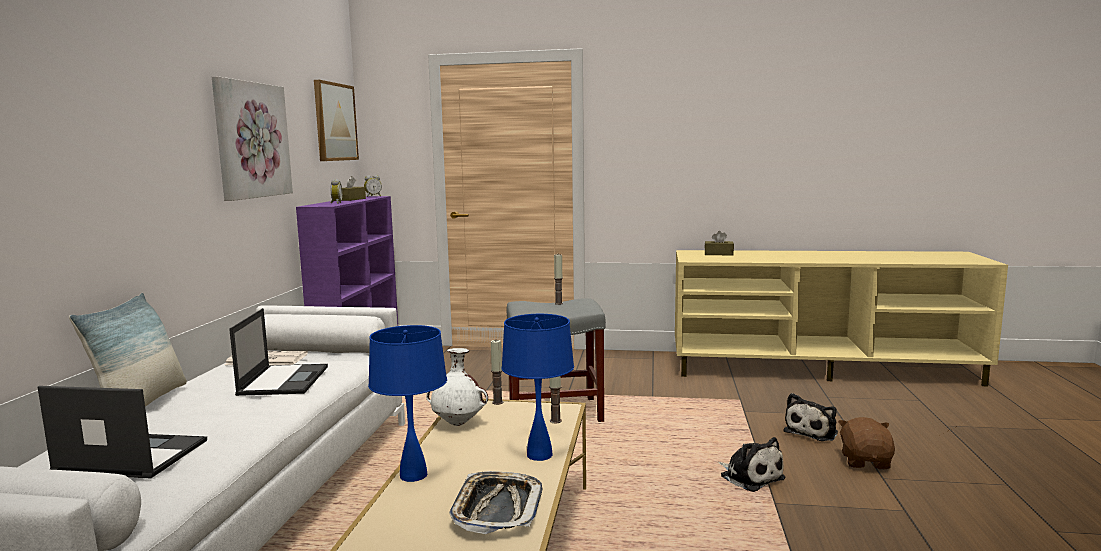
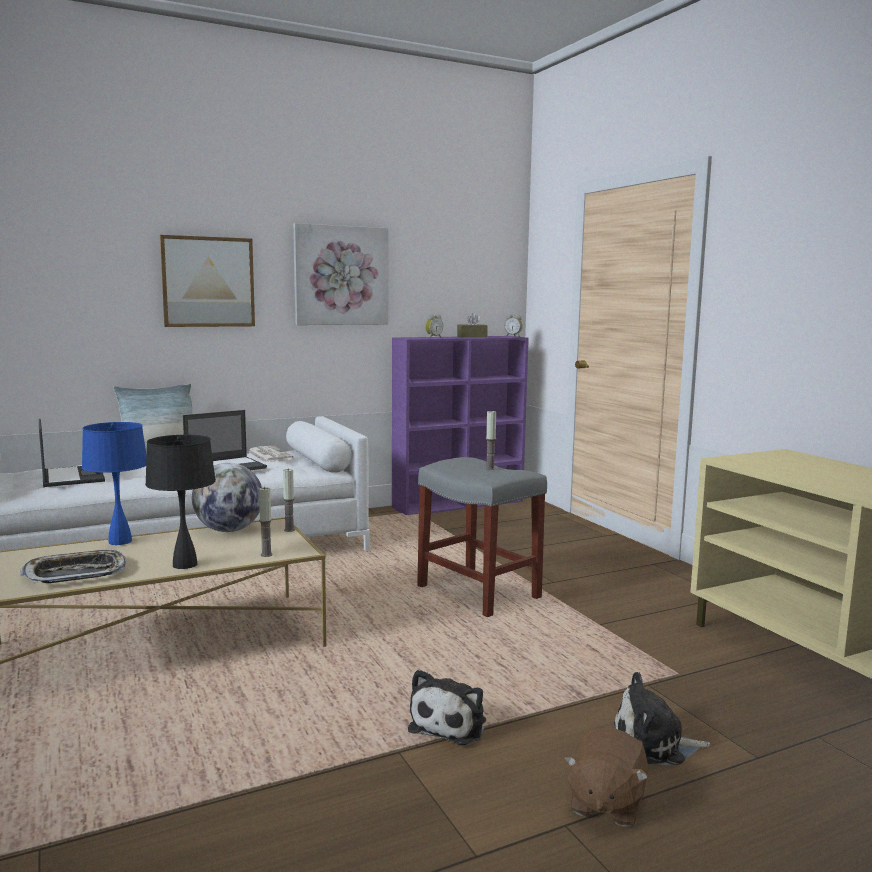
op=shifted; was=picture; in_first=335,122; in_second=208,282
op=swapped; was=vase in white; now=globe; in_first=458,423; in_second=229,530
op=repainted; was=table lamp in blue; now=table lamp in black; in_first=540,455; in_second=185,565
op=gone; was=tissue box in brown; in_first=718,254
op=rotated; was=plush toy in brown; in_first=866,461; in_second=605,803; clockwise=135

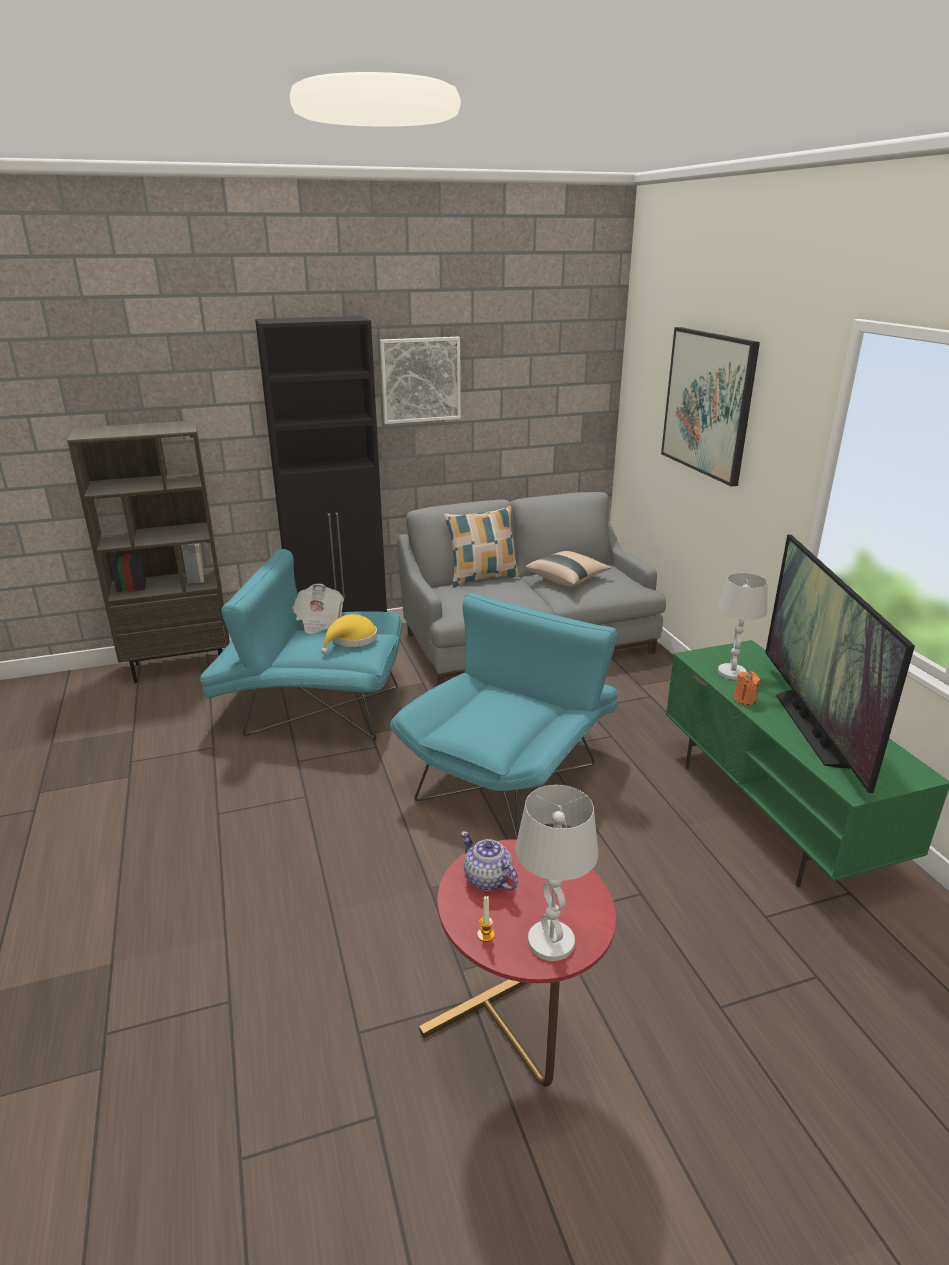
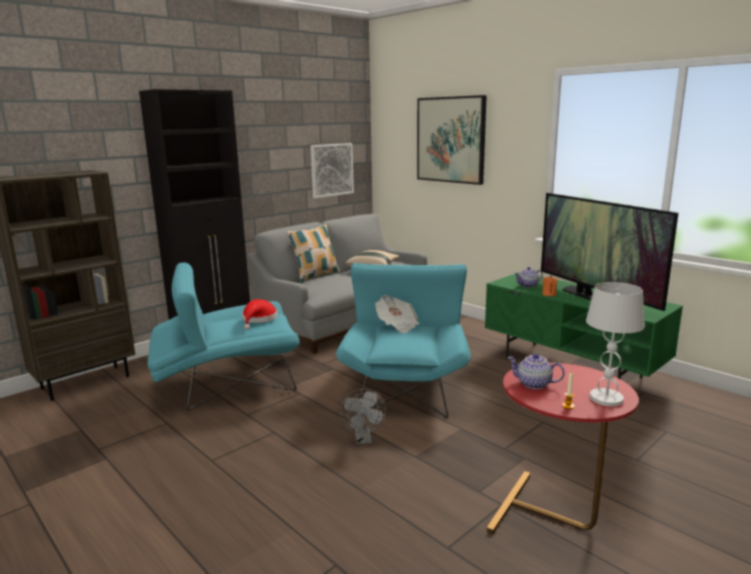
op=shifted; was=newspaper; in_first=319,622; in_second=397,325
op=repainted; was=hat in yellow; now=hat in red; in_first=352,640; in_second=259,319
op=shifted; was=picture; in_first=420,380; in_second=331,170
op=swapped; was=table lamp in white; now=teapot; in_first=732,673; in_second=528,285
op=new; now=fan in grey; in_second=364,439

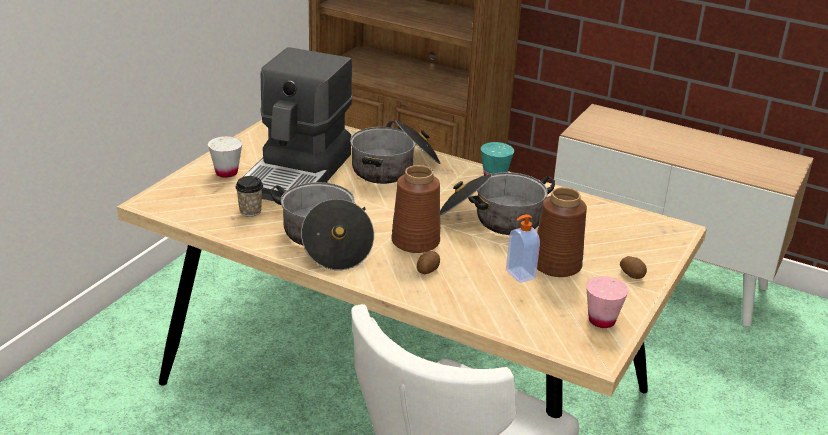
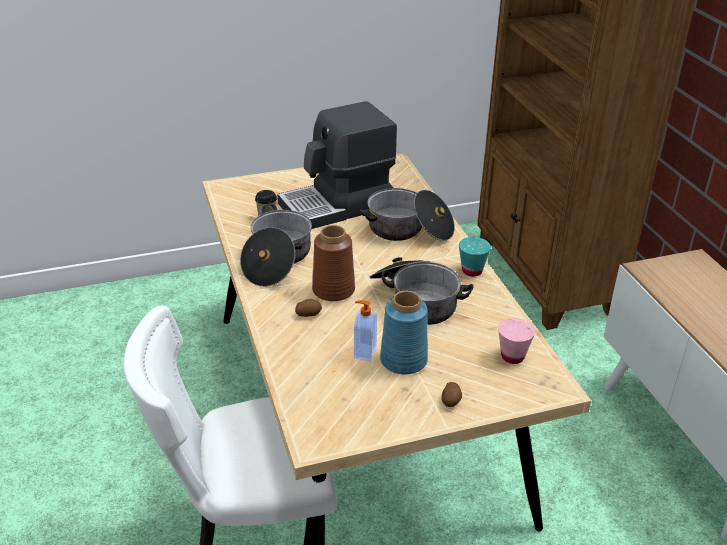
op=gone; was=cup in white; in_first=226,173
op=repainted; was=vase in brown; now=vase in blue; in_first=556,266; in_second=403,361
op=shifted; was=cup in pink; in_first=601,321; in_second=512,356

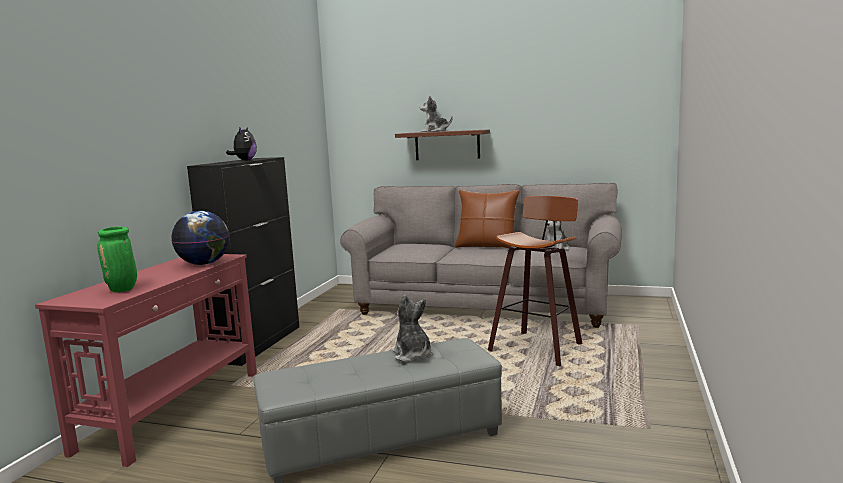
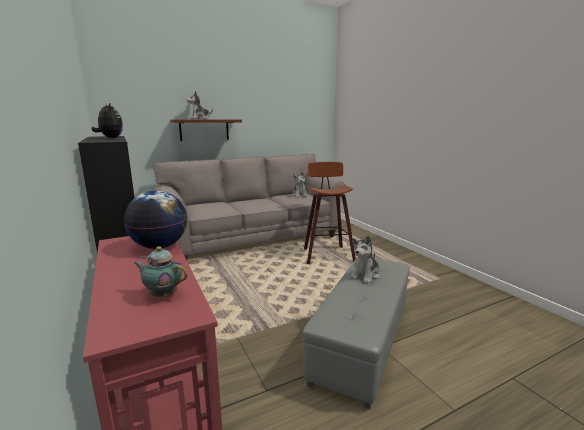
op=swapped; was=vase in green; now=teapot; in_first=123,290; in_second=163,295
op=rotated; was=plush toy; in_first=413,355; in_second=365,275; clockwise=-75
op=gone; was=pillow in brown; in_first=487,246

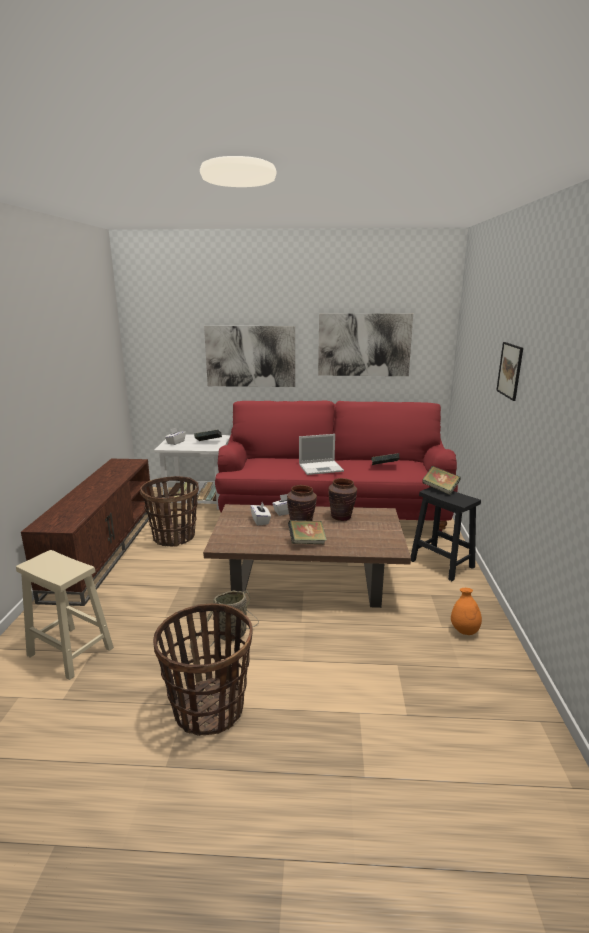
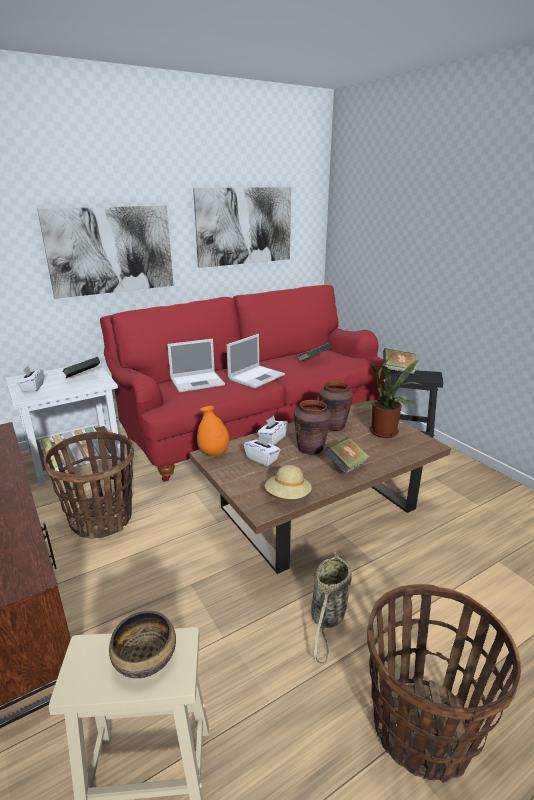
op=shifted; was=vase in orange; in_first=464,631; in_second=214,453
op=gone; was=picture; in_first=510,370
op=new; now=bowl; in_second=146,657
op=new; now=laptop; in_second=198,381
op=new; now=hat in beige; in_second=288,496
op=new; now=potted plant; in_second=386,433

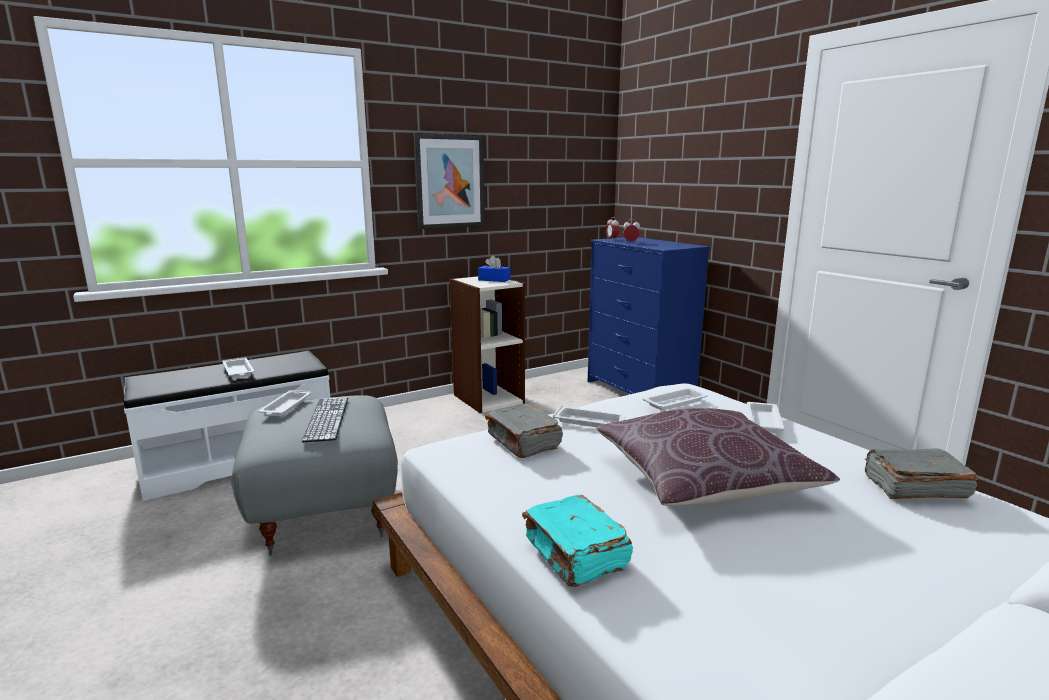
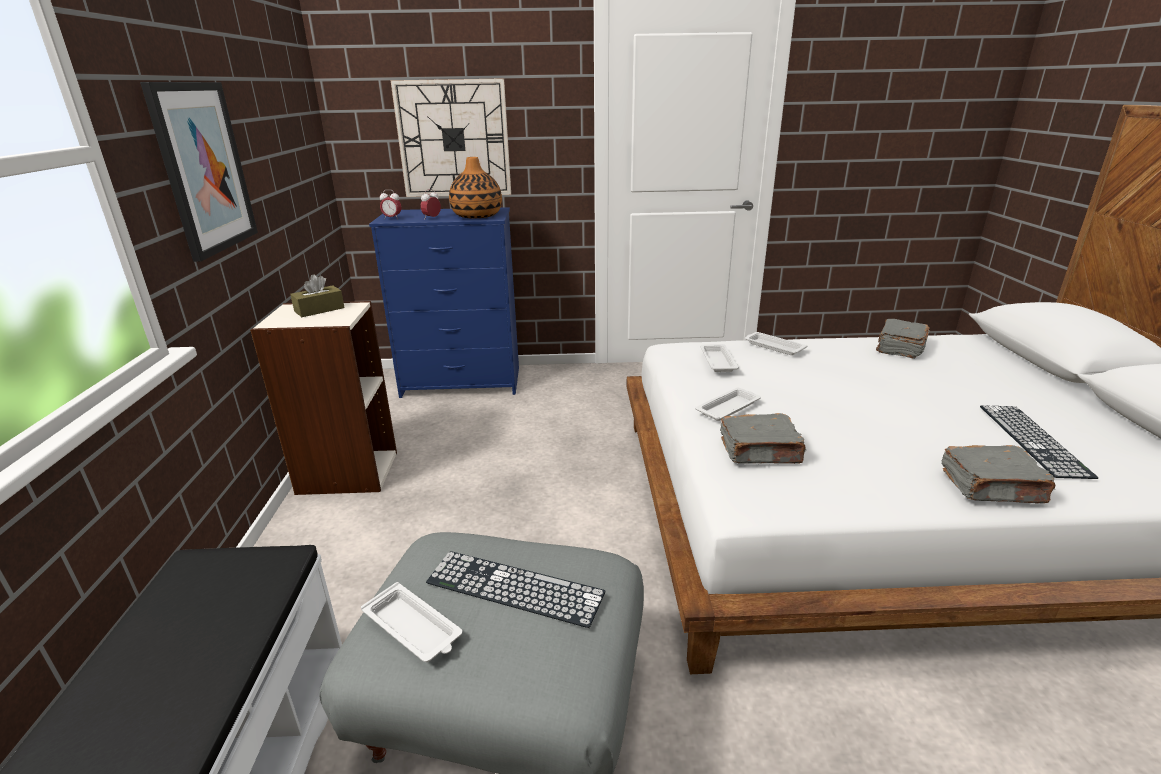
op=gone; was=tray in white; in_first=238,371
op=repainted; was=tissue box in blue; now=tissue box in brown; in_first=494,280; in_second=319,310
op=repainted; was=book in turquoise; now=book in grey; in_first=575,555; in_second=992,488
op=gone; was=pillow in brown; in_first=704,480
op=new; now=wall clock; in_second=453,139
op=new; now=vase; in_second=477,216
op=new; now=keyboard; in_second=1033,439

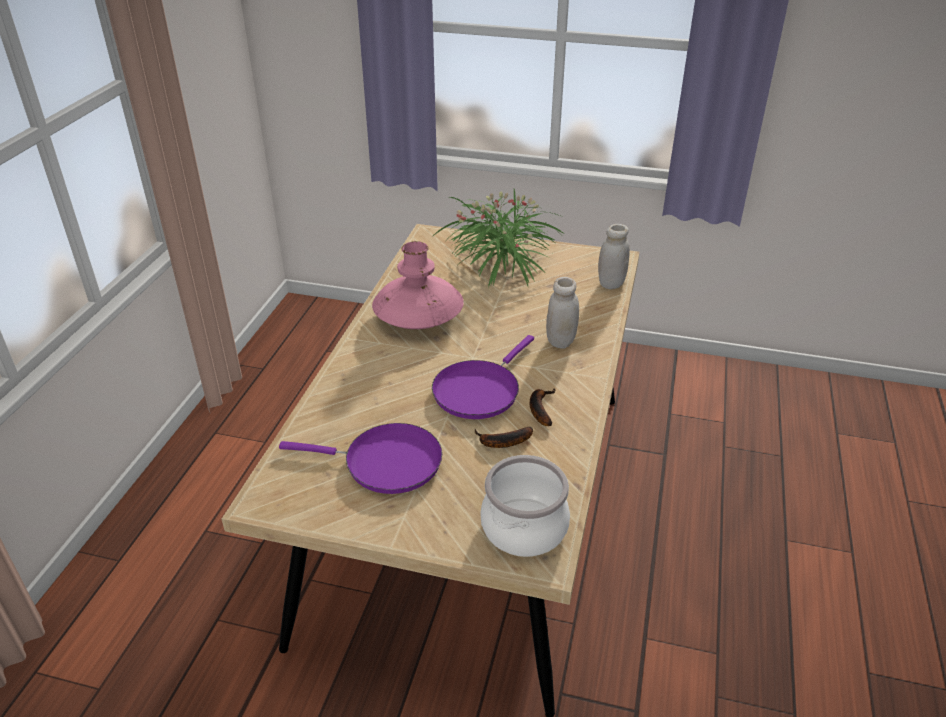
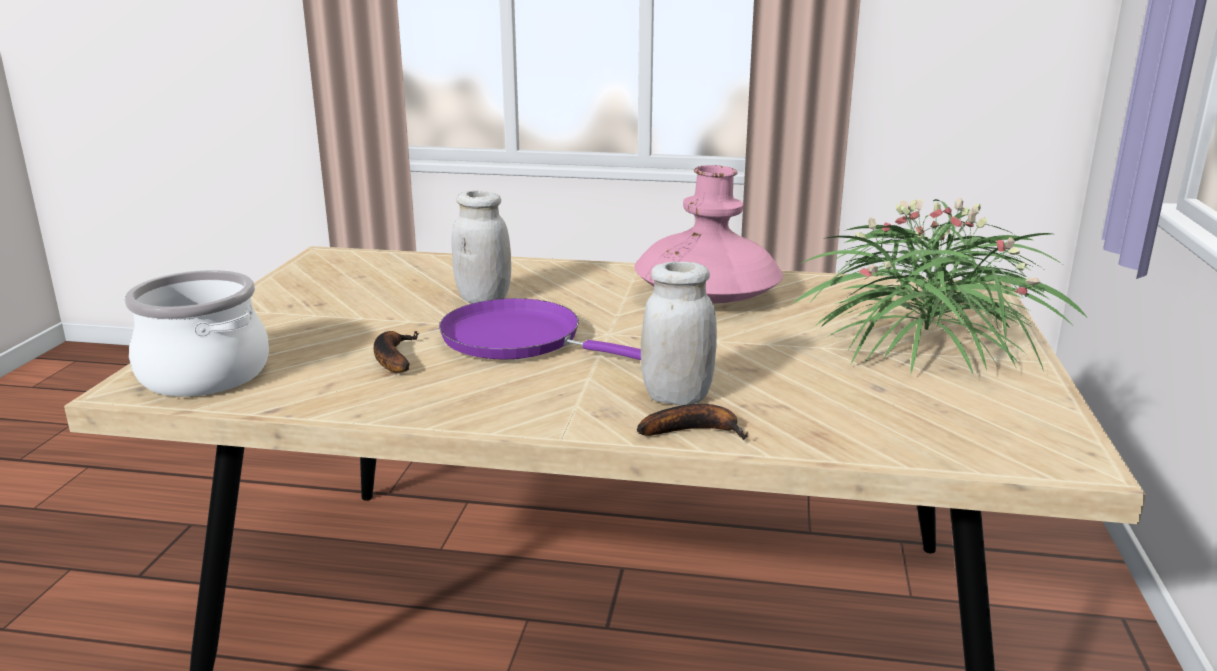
op=gone; was=frying pan in purple; in_first=386,462
op=shifted; was=banana; in_first=540,408; in_second=695,430
op=shifted; was=jar in white; in_first=611,283; in_second=483,299

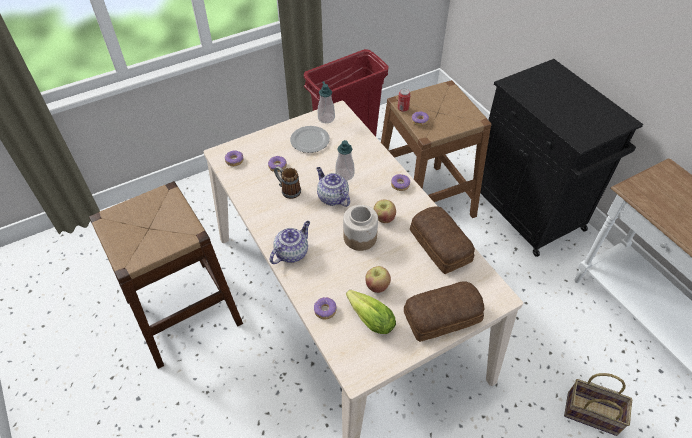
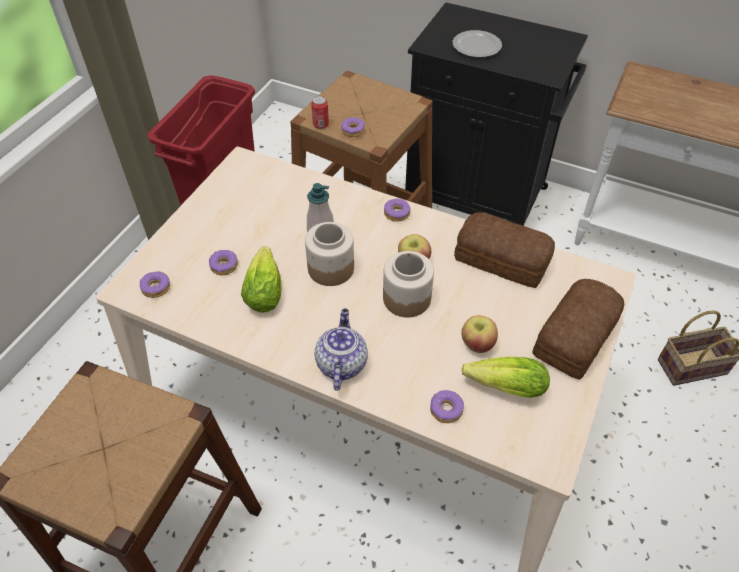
op=swapped; was=mug; now=lettuce; in_first=287,190; in_second=265,289
op=shifted; was=plate; in_first=310,140; in_second=476,46
op=swapped; was=teapot; now=jar; in_first=332,197; in_second=330,269
op=gone; was=soap dispenser; in_first=326,118

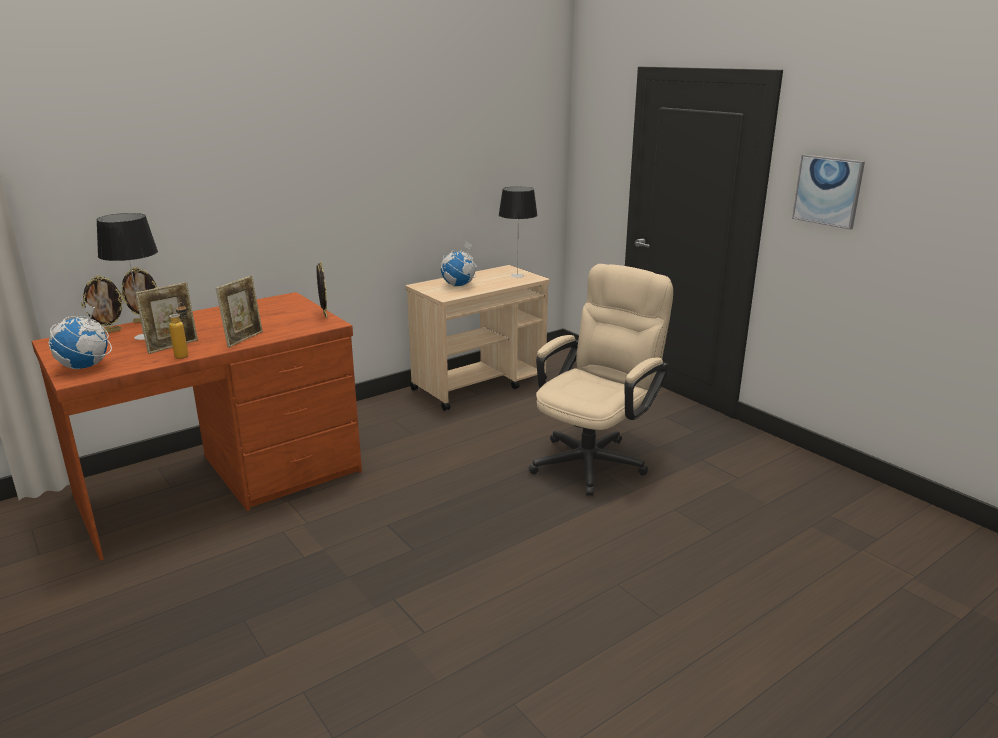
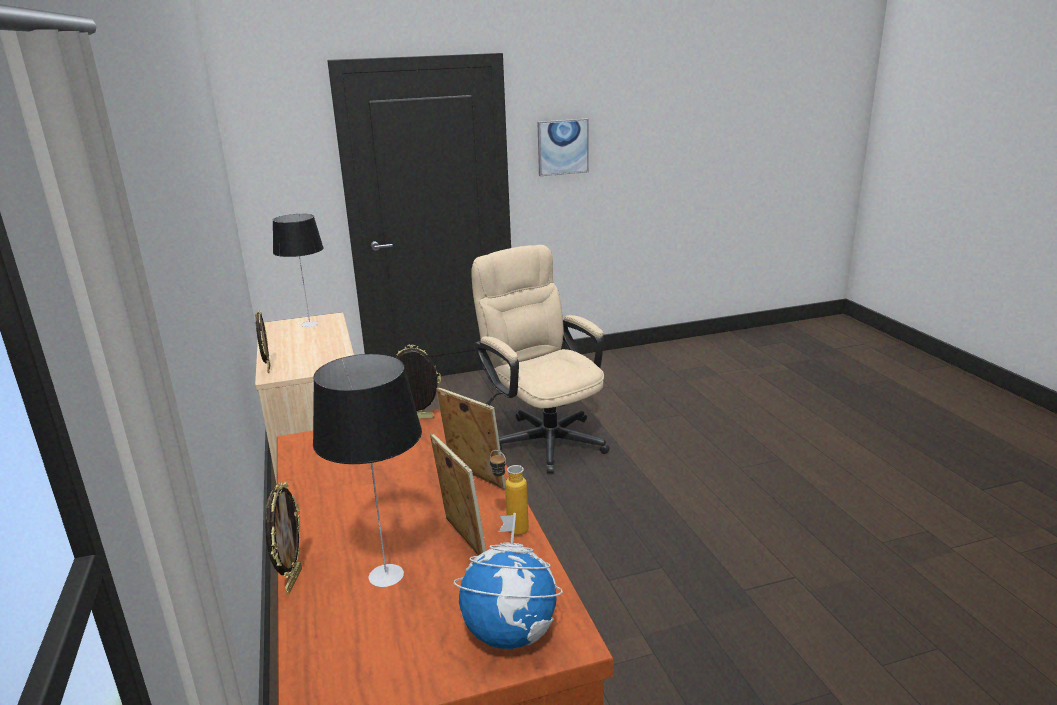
op=shifted; was=picture frame; in_first=109,331; in_second=268,369
op=gone; was=globe; in_first=459,285

